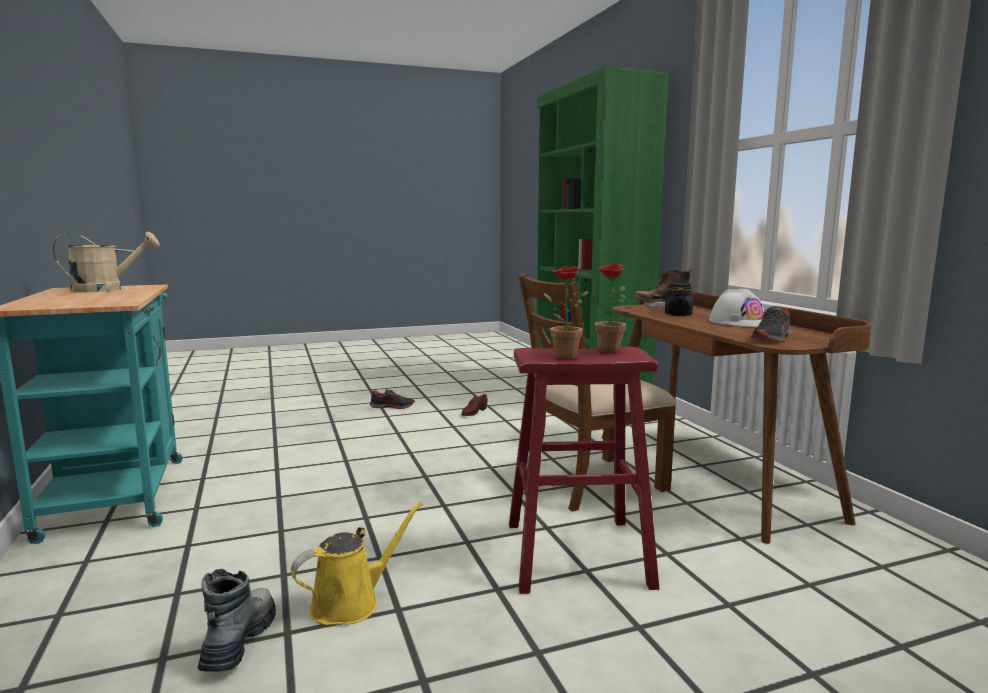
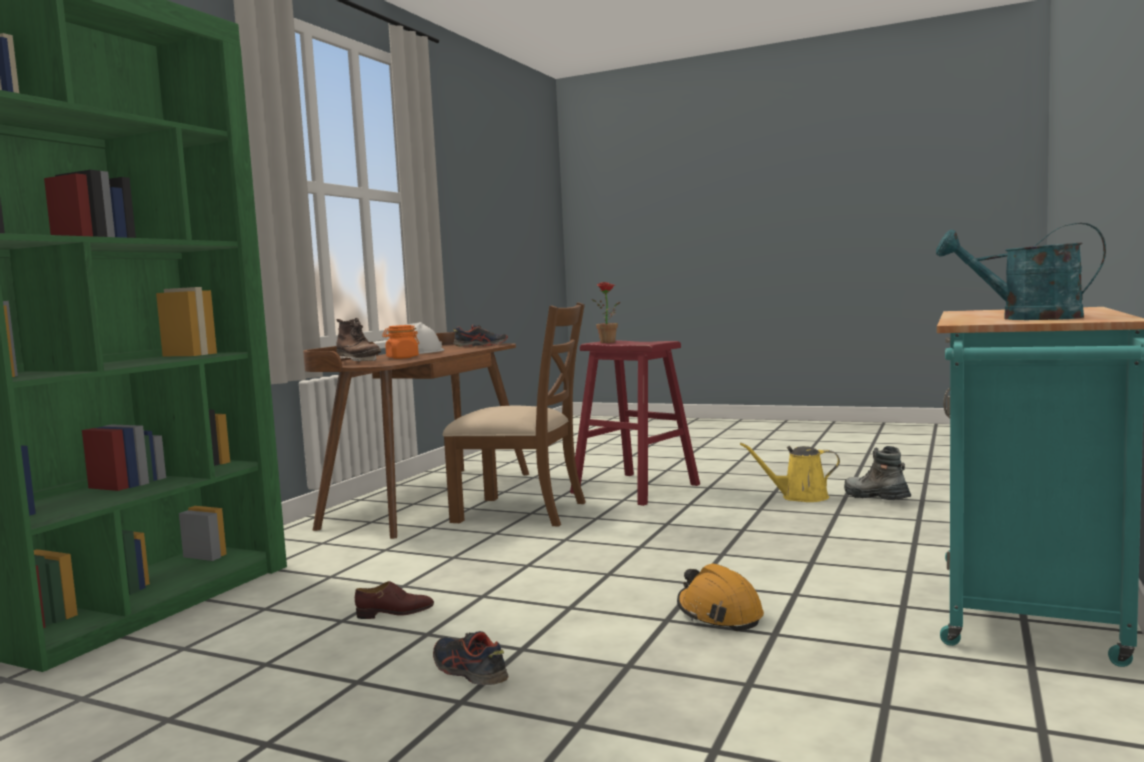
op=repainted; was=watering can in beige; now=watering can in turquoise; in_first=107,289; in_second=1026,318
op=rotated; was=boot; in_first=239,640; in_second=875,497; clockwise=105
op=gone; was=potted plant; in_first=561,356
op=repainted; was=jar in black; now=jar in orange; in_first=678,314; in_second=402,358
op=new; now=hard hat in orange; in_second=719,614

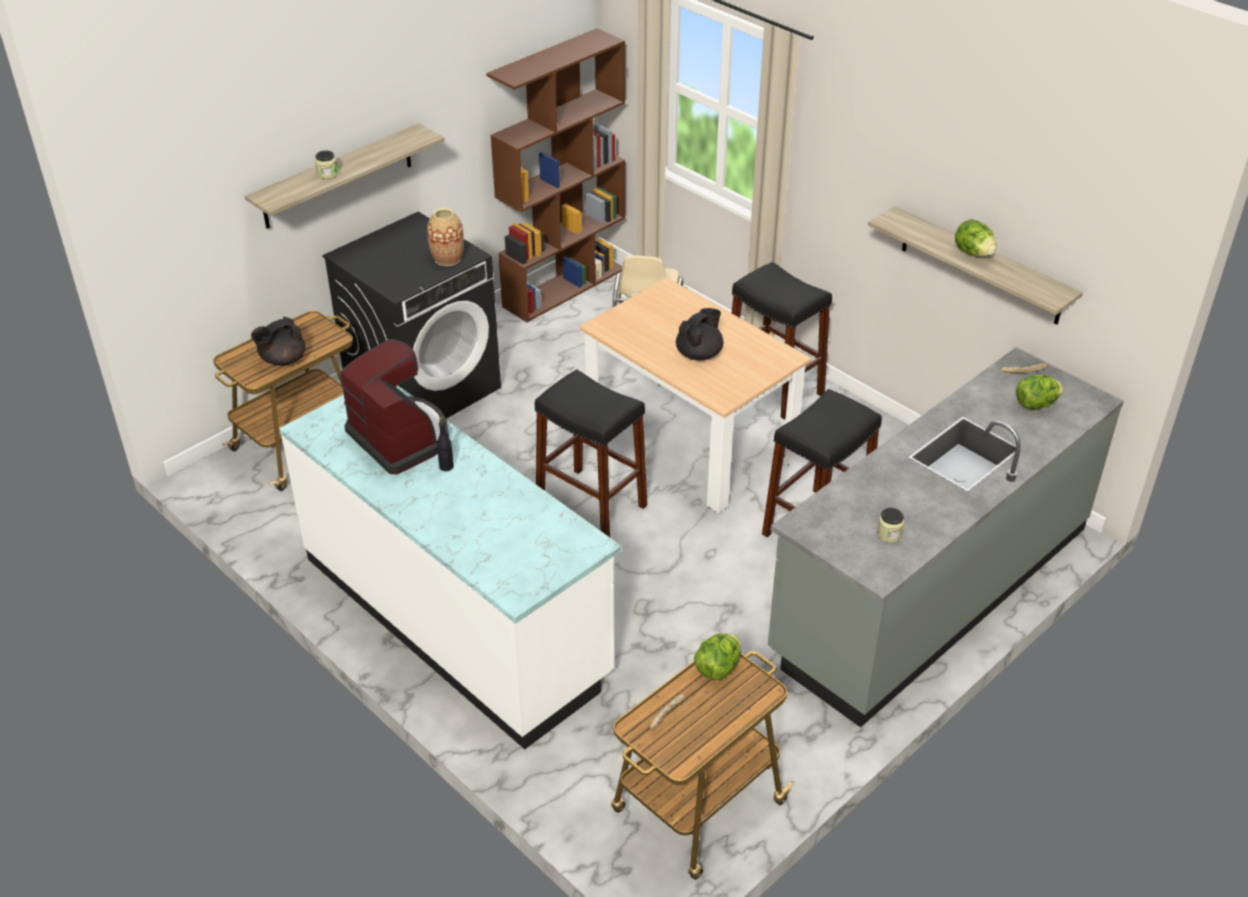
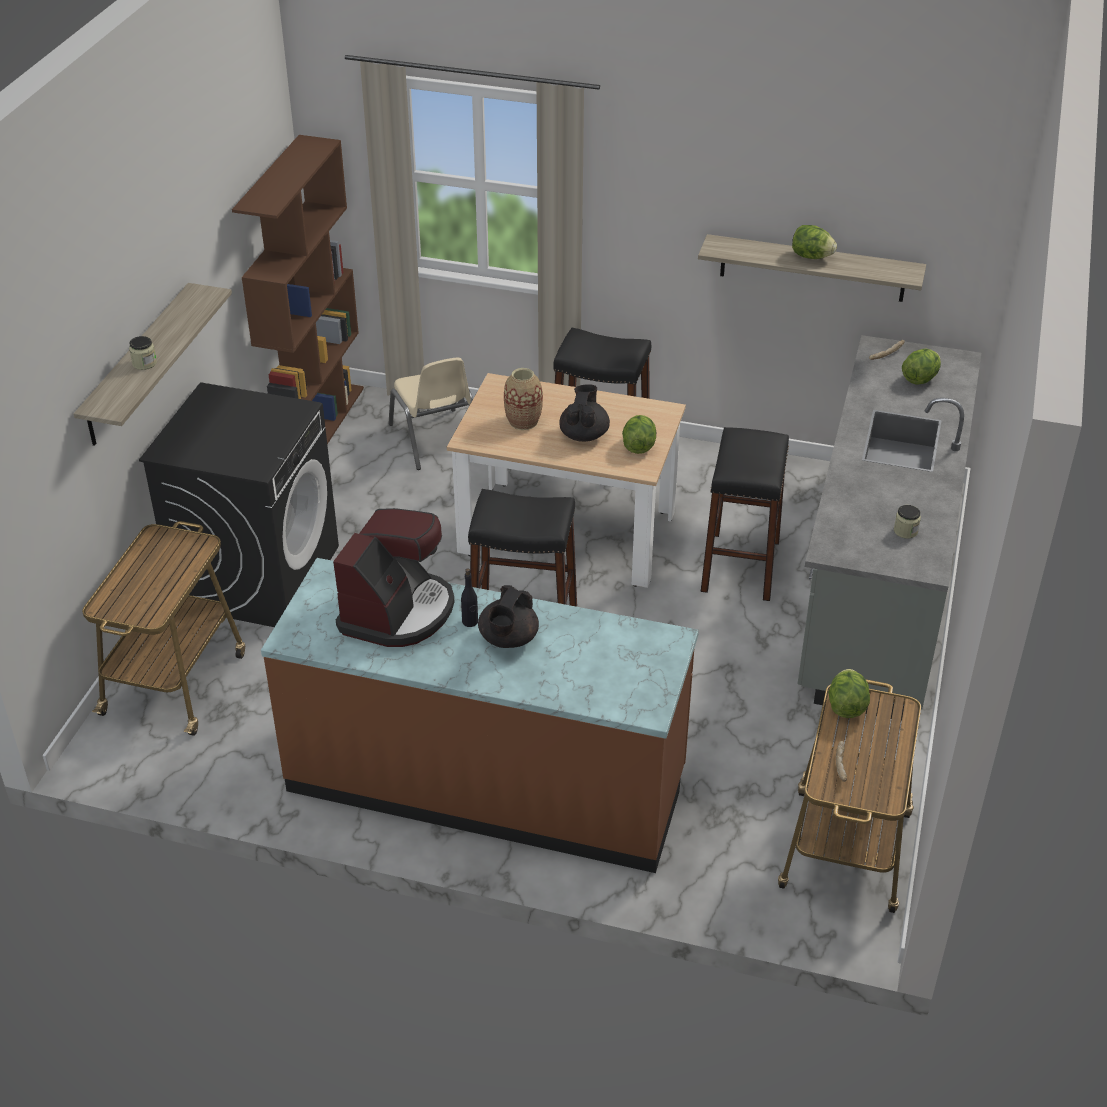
op=shifted; was=teapot in black; in_first=282,360; in_second=508,639
op=repainted; was=counter in white; now=counter in brown; in_first=456,616; in_second=486,782
op=rotated; was=coffee machine; in_first=401,438; in_second=398,612; clockwise=90
op=shifted; was=vase; in_first=447,258; in_second=523,421
op=new; now=lettuce; in_second=638,446

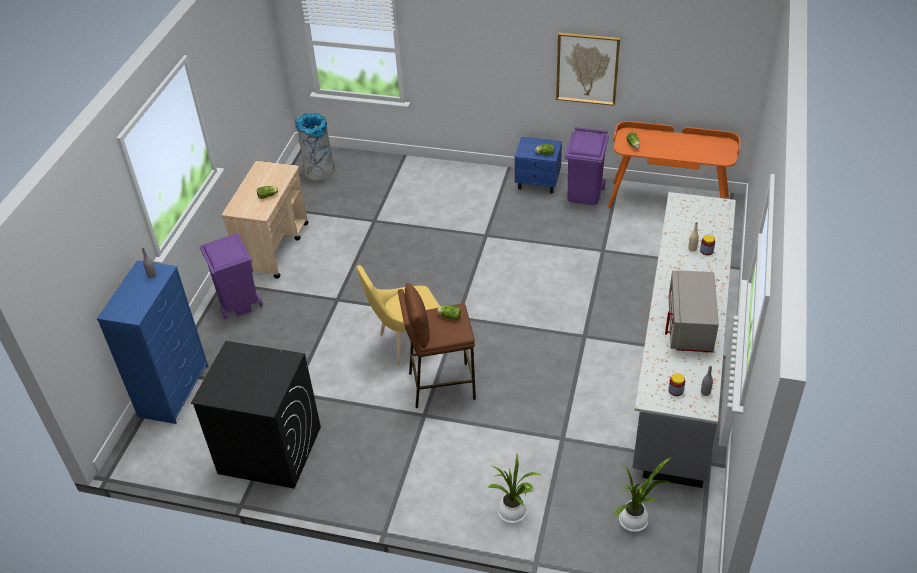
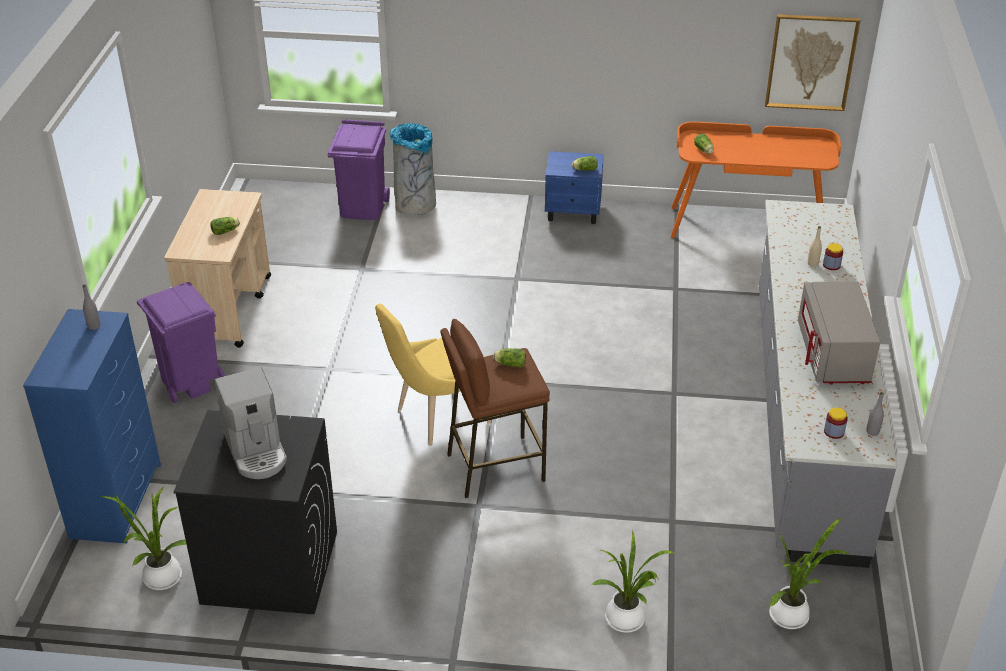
op=shifted; was=trash can in grey; in_first=319,171; in_second=415,205
op=shifted; was=picture; in_first=587,68; in_second=811,62
op=shifted; was=trash can in purple; in_first=584,194; in_second=363,207
op=new; now=potted plant; in_second=159,577
op=new; now=coffee machine; in_second=256,451

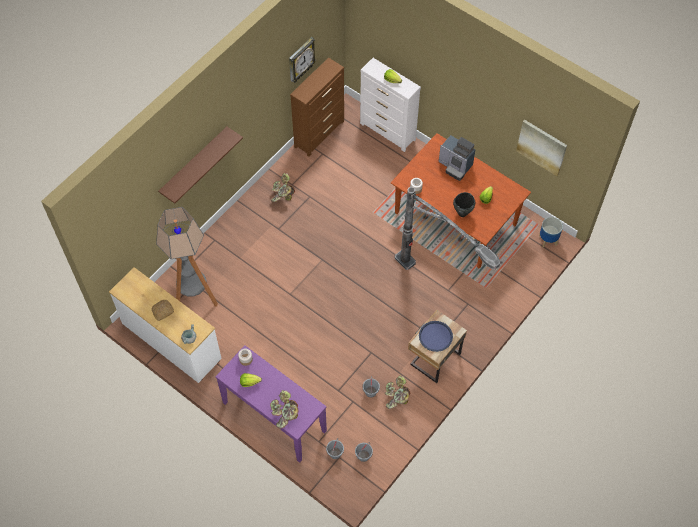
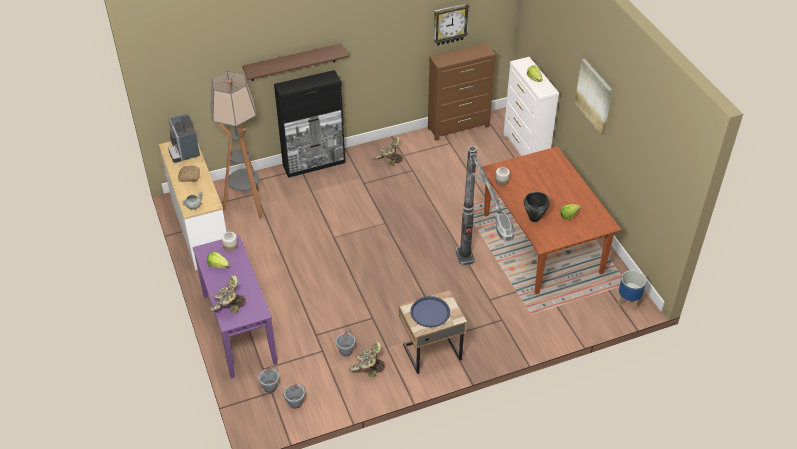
op=shifted; was=coffee machine; in_first=455,166; in_second=184,151
op=shifted; was=picture; in_first=541,147; in_second=594,96
op=new; now=cabinet in black; in_second=314,164

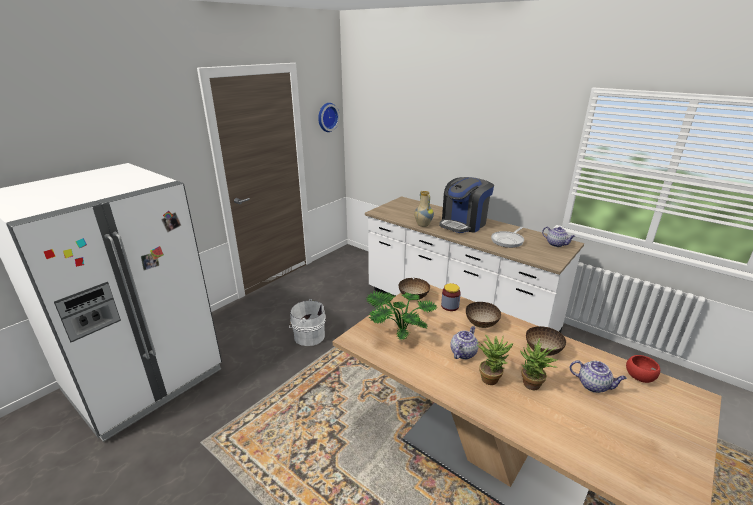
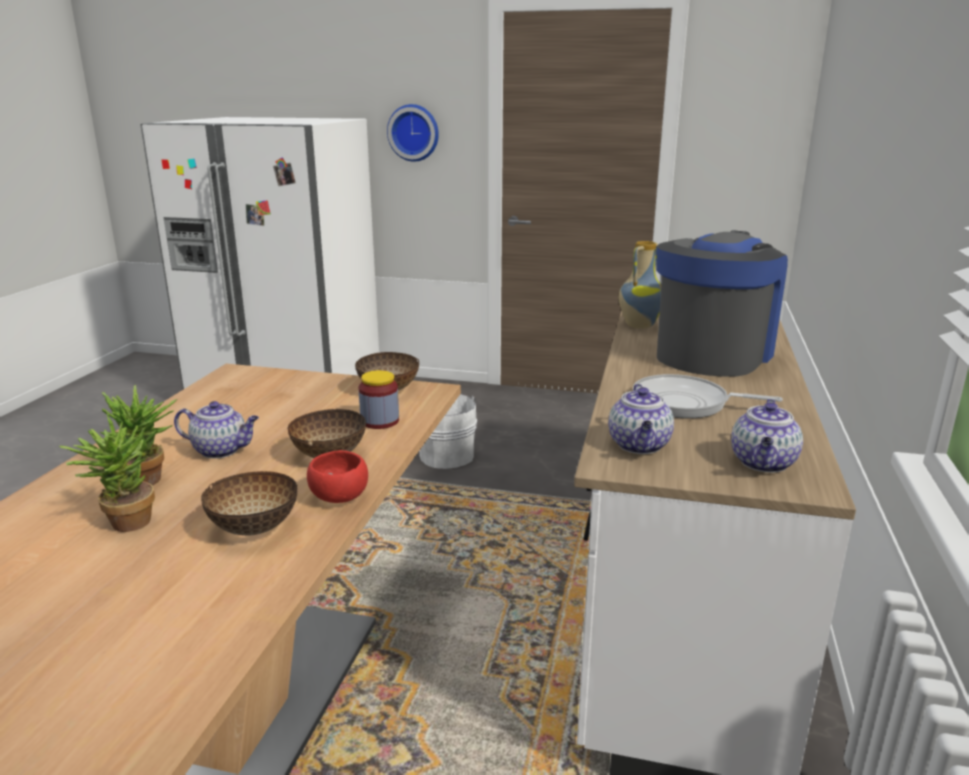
op=shifted; was=wall clock; in_first=326,117; in_second=414,132
op=gone; was=potted plant; in_first=398,332
op=rotated; was=coffee machine; in_first=463,224; in_second=712,354; clockwise=105
op=shifted; was=teapot; in_first=594,385; in_second=640,446
op=shifted; was=bowl in red; in_first=639,378; in_second=338,497

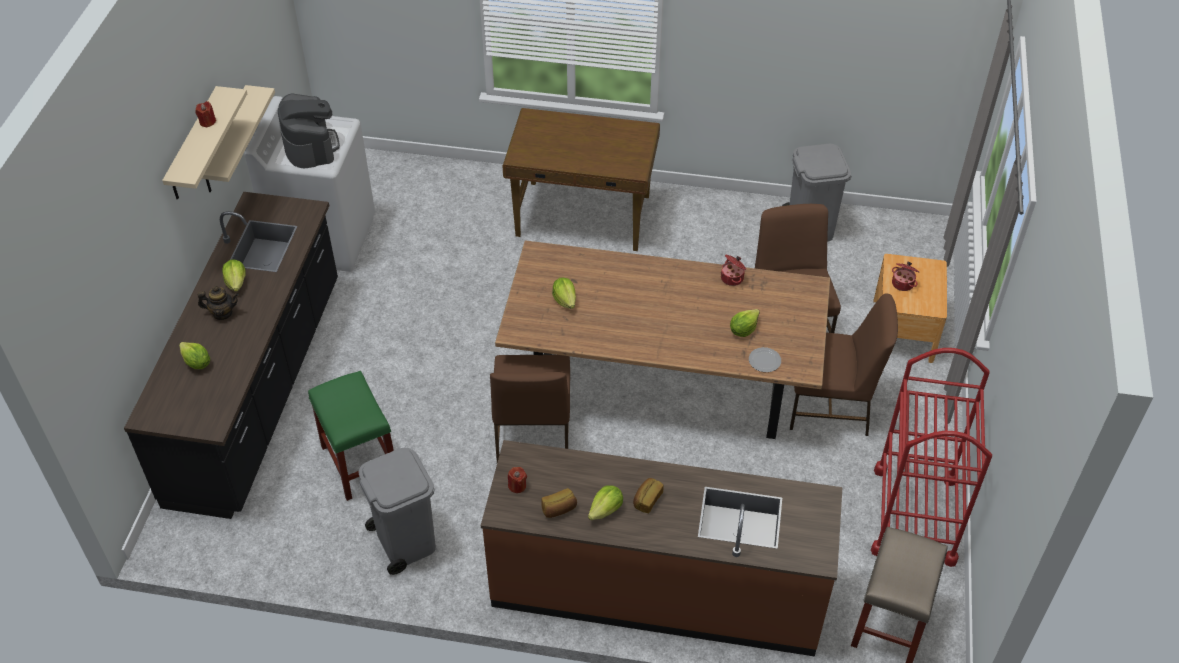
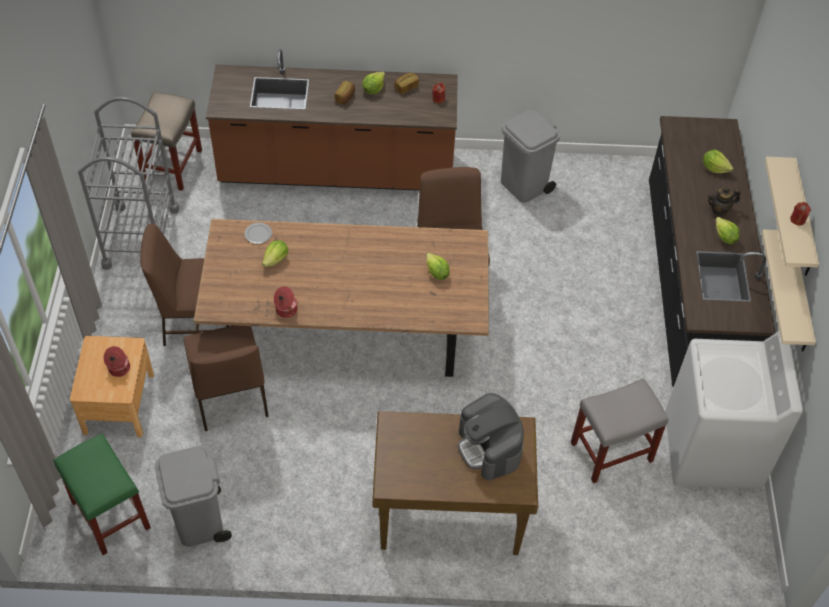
op=shifted; was=coffee machine; in_first=310,146; in_second=489,448
op=shifted; was=stool in green; in_first=360,464; in_second=110,514
op=repainted; was=cart in red; now=cart in grey; in_first=914,515; in_second=141,237
op=new; now=stool in grey; in_second=610,452

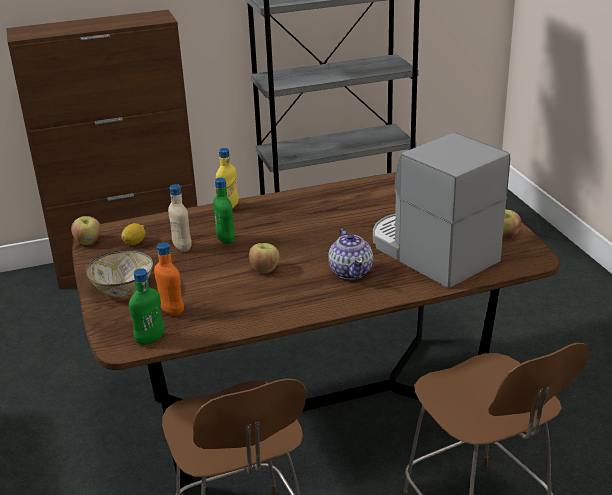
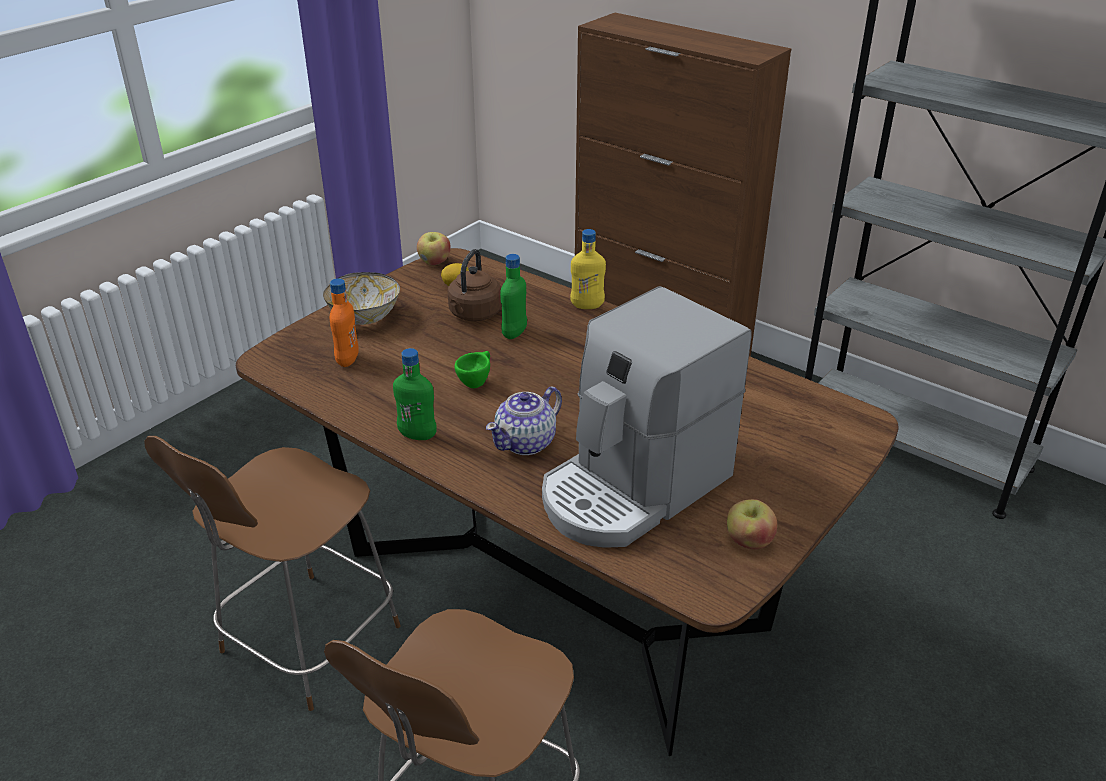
op=shifted; was=bottle in green; in_first=150,339; in_second=417,435
op=swapped; was=bottle in beige; now=kettle in brown; in_first=182,247; in_second=474,314
op=swapped; was=apple; now=cup in green; in_first=265,269; in_second=476,382
op=rotated; was=coffee machine; in_first=430,252; in_second=633,489; clockwise=-150

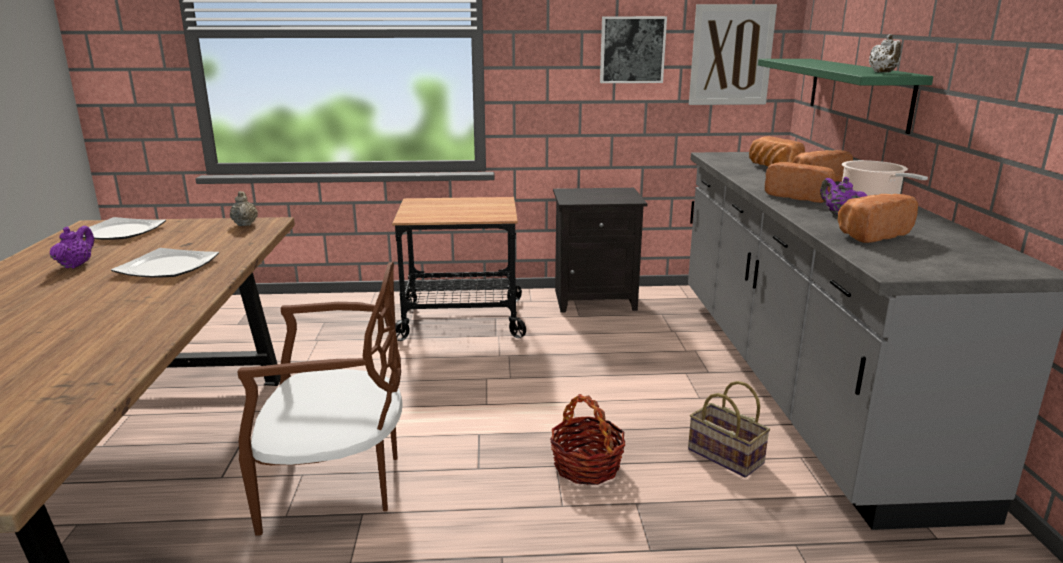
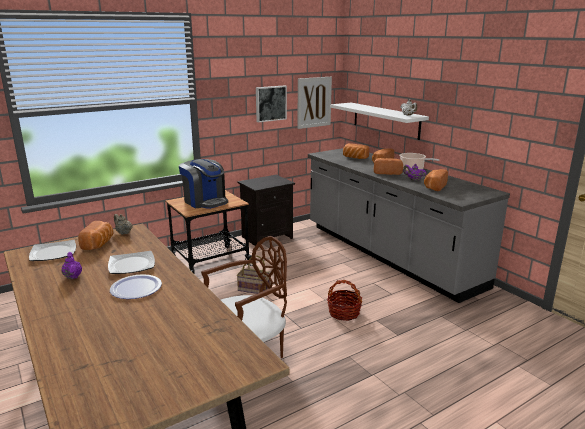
op=shifted; was=basket; in_first=723,456; in_second=253,289
op=repainted; was=shelf in green; now=shelf in white; in_first=858,92; in_second=385,120
op=new; now=bread; in_second=99,244
op=new; now=plate; in_second=136,288
op=new; now=coffee machine; in_second=205,201

